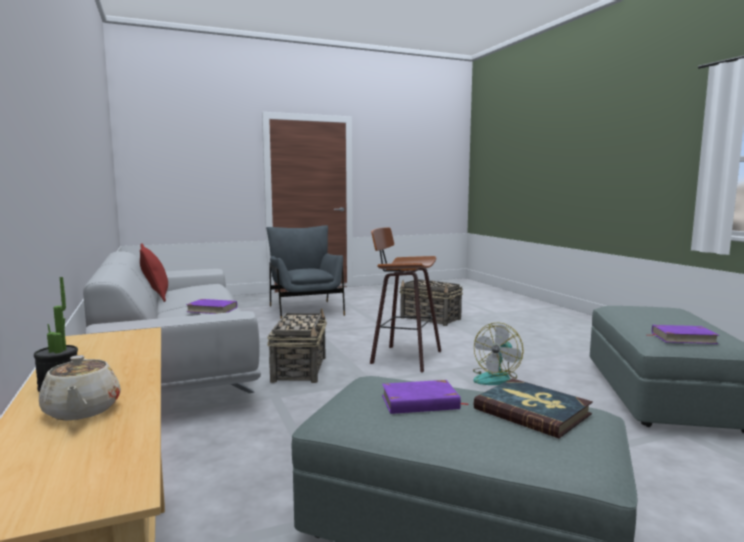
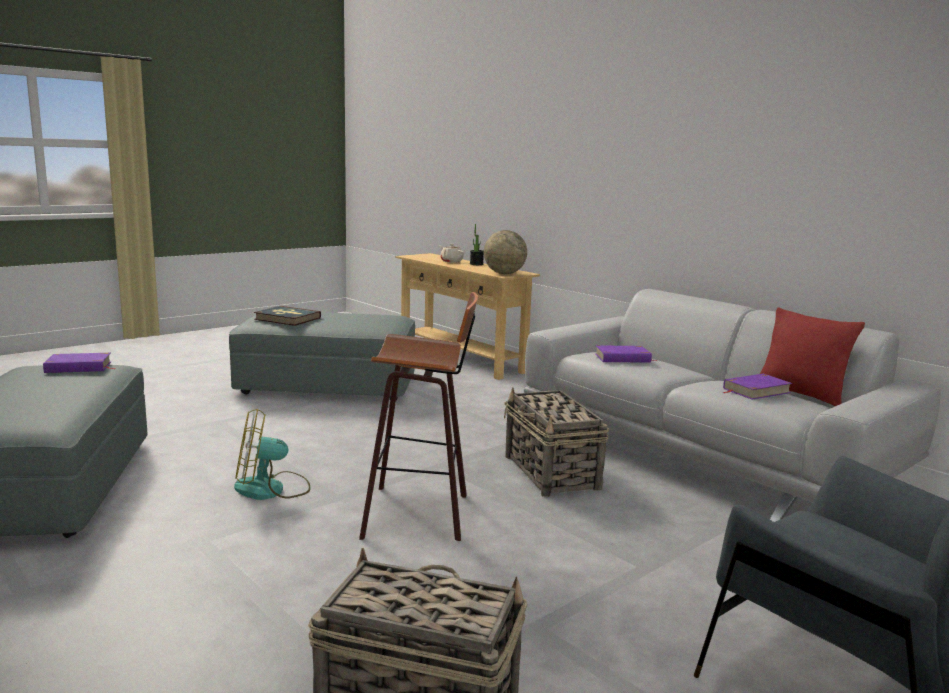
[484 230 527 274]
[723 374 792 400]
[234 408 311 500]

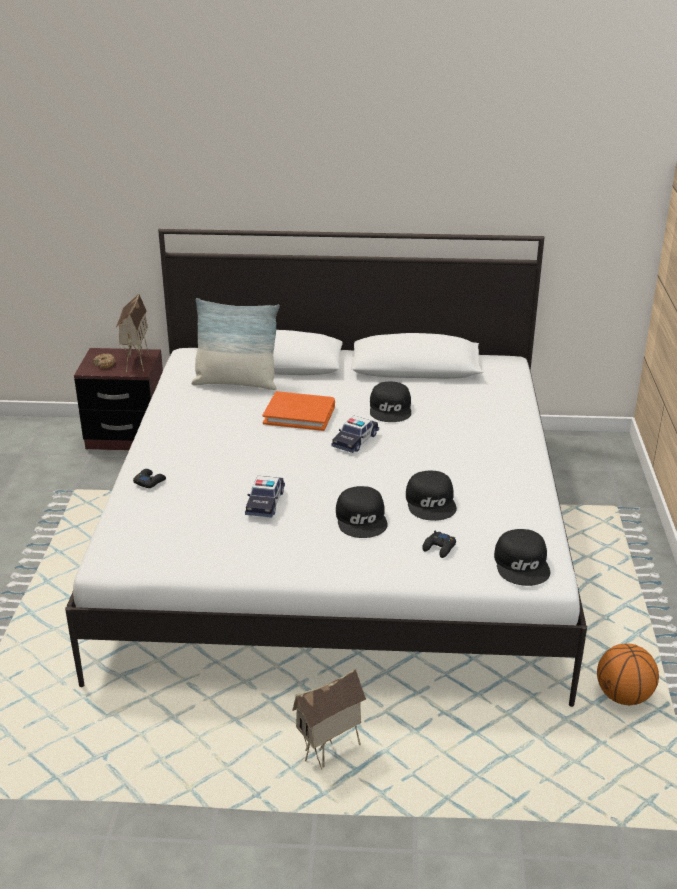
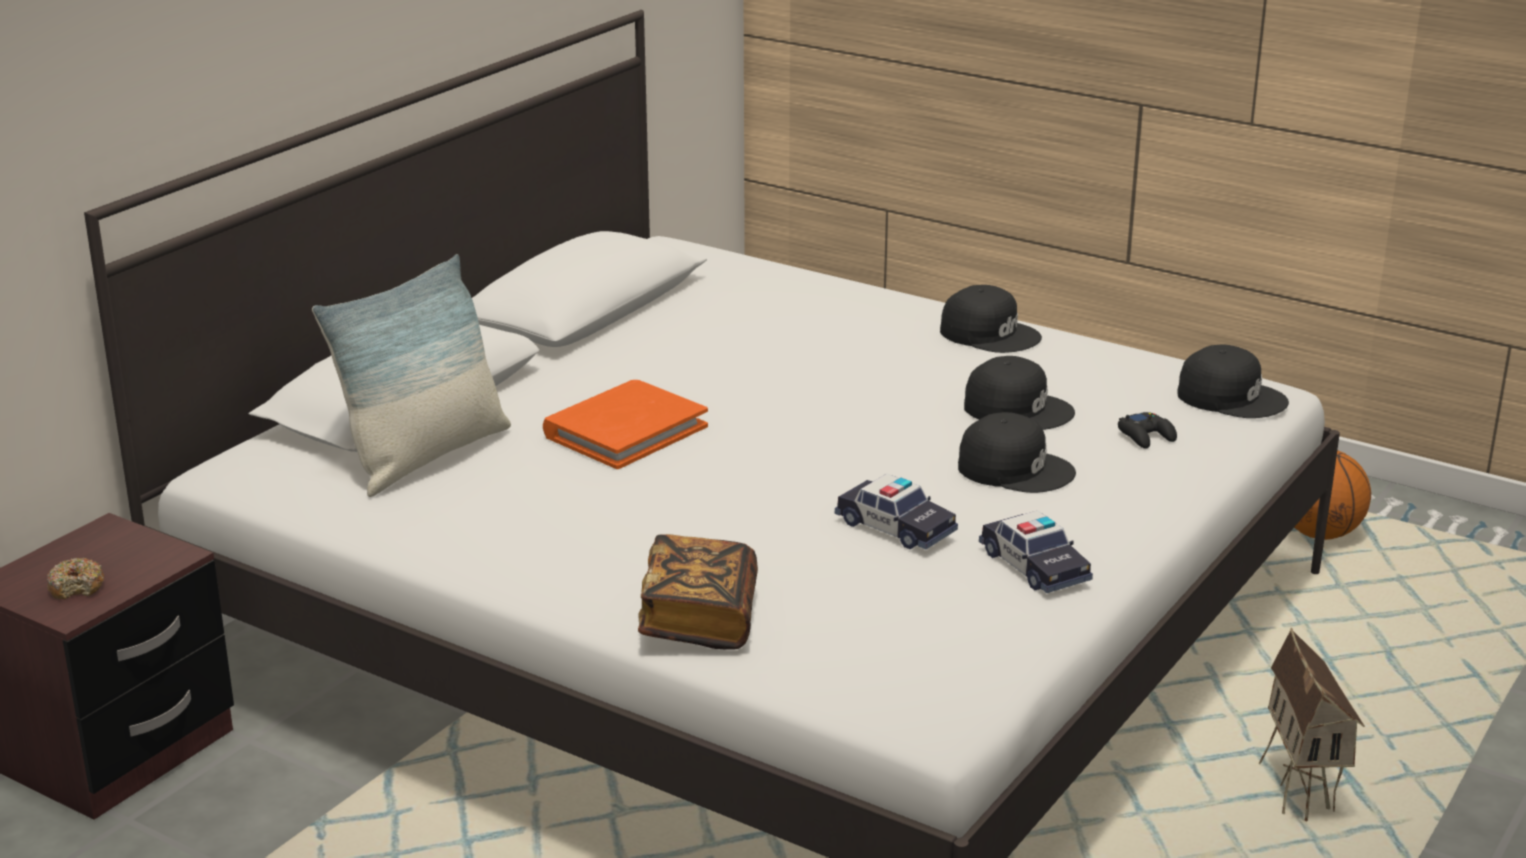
[116 293 150 372] (first image)
[979 510 1093 593]
[940 285 1042 353]
[638 534 758 650]

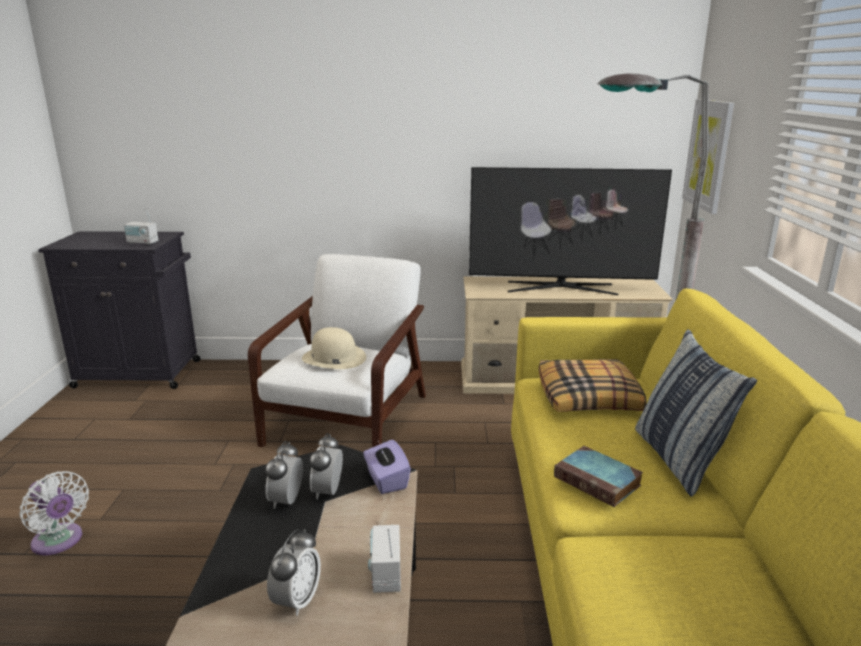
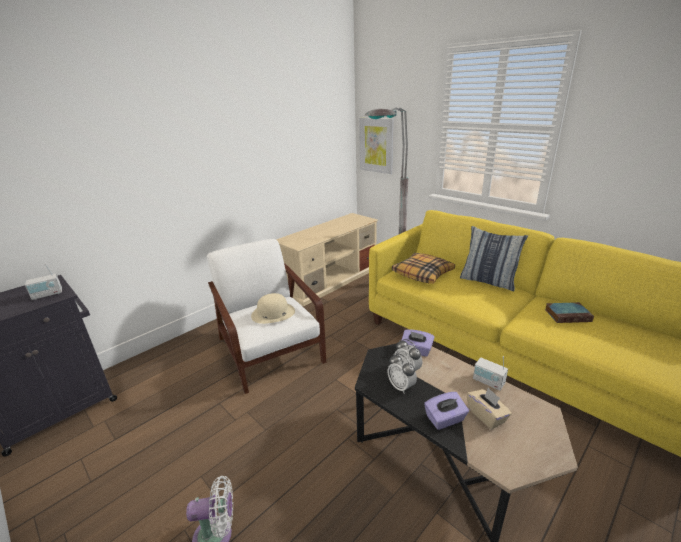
[469 167 672 295] (first image)
[424 392 469 430]
[545 302 594 323]
[467 388 512 429]

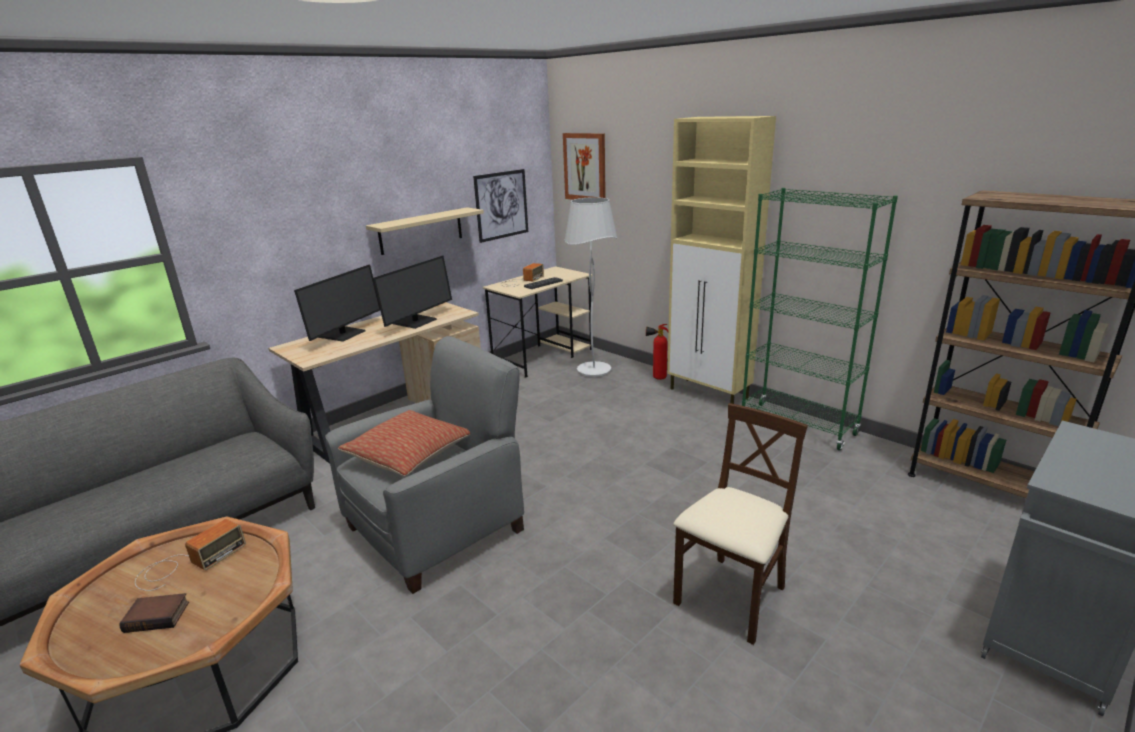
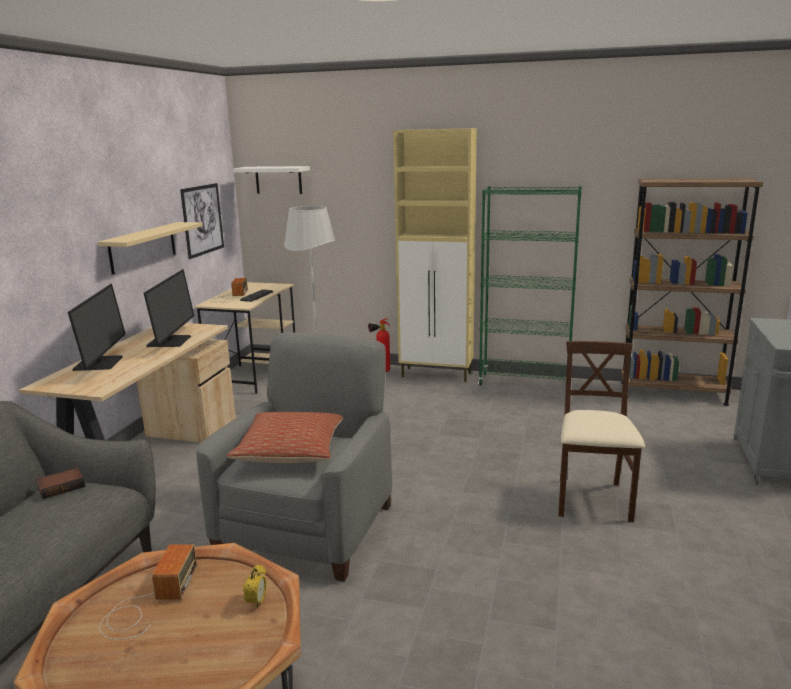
[243 564 266 608]
[36 468 85 499]
[233 166 310 194]

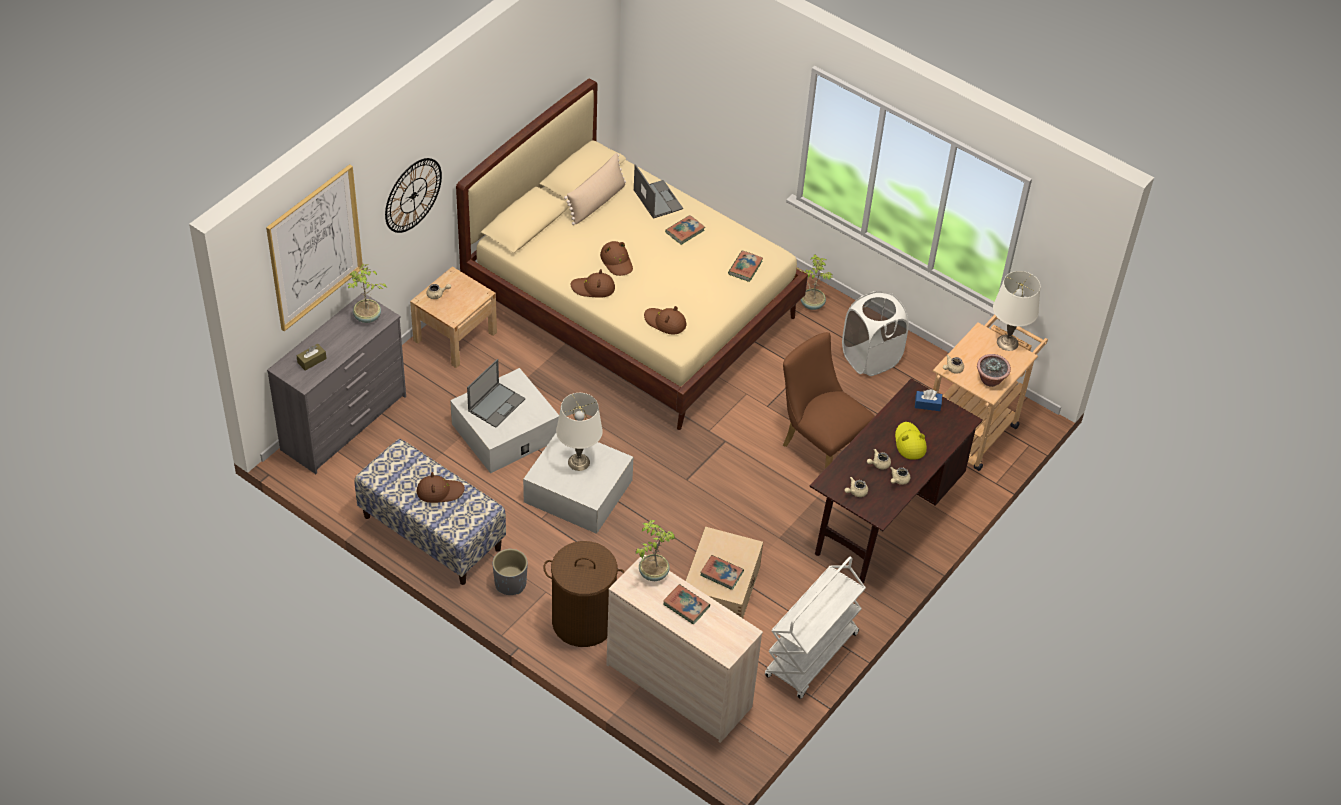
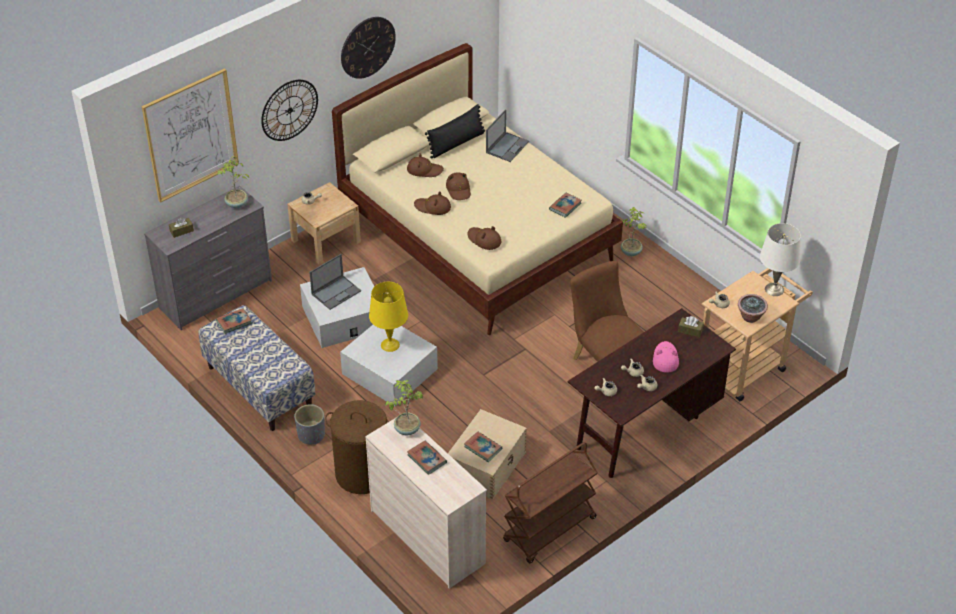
[842 291 909 376] (first image)
[341 17 396 79]
[407 153 444 177]
[216 308 252 334]
[369 282 408 352]
[425 104 485 158]
[503 442 598 564]
[653 341 679 373]
[678 316 704 337]
[486 110 529 162]

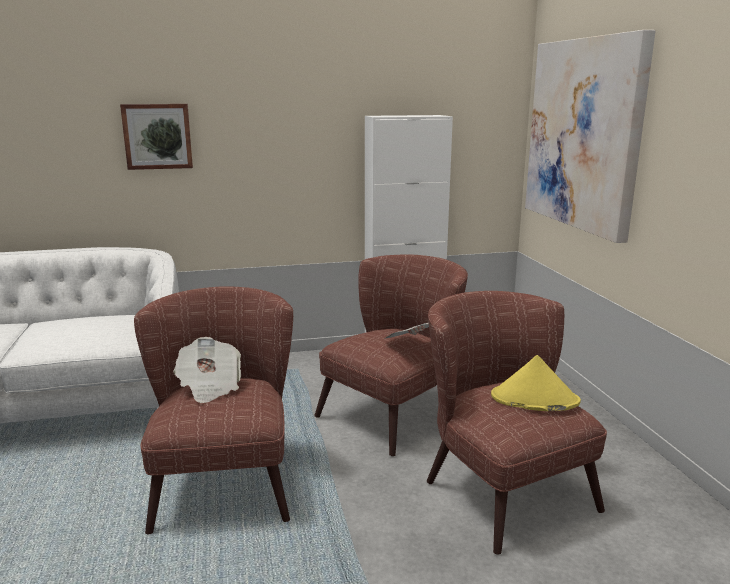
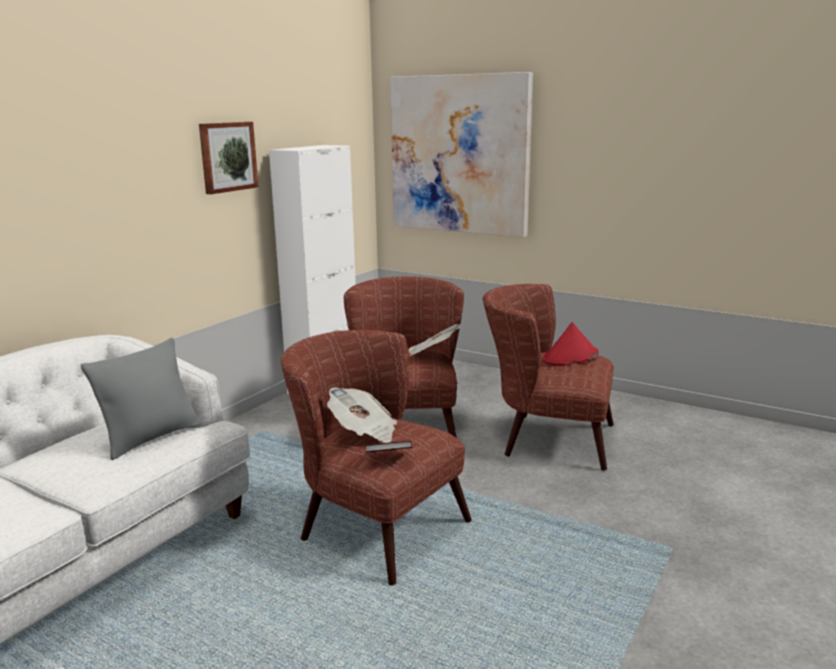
[81 337 201 460]
[366 441 413 452]
[199 122 258 194]
[543 322 599 366]

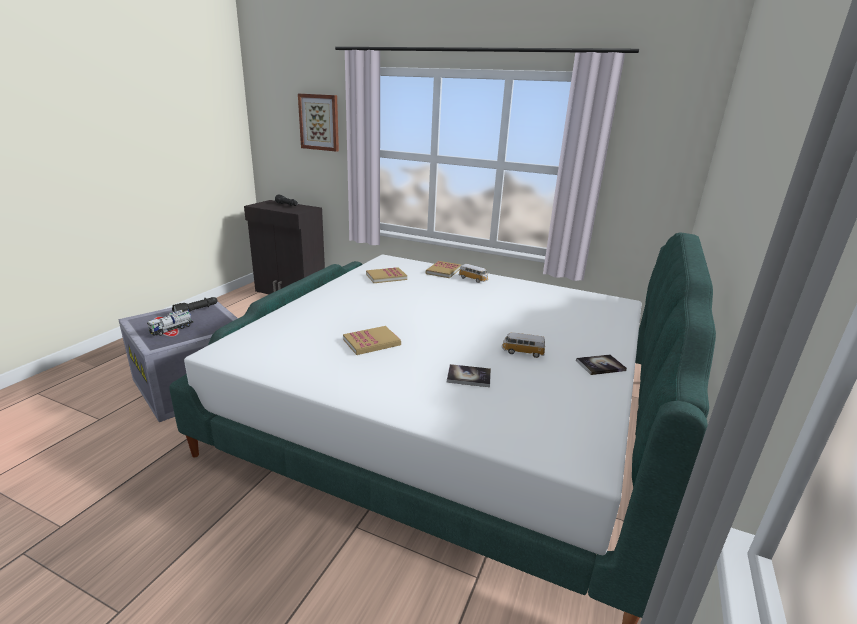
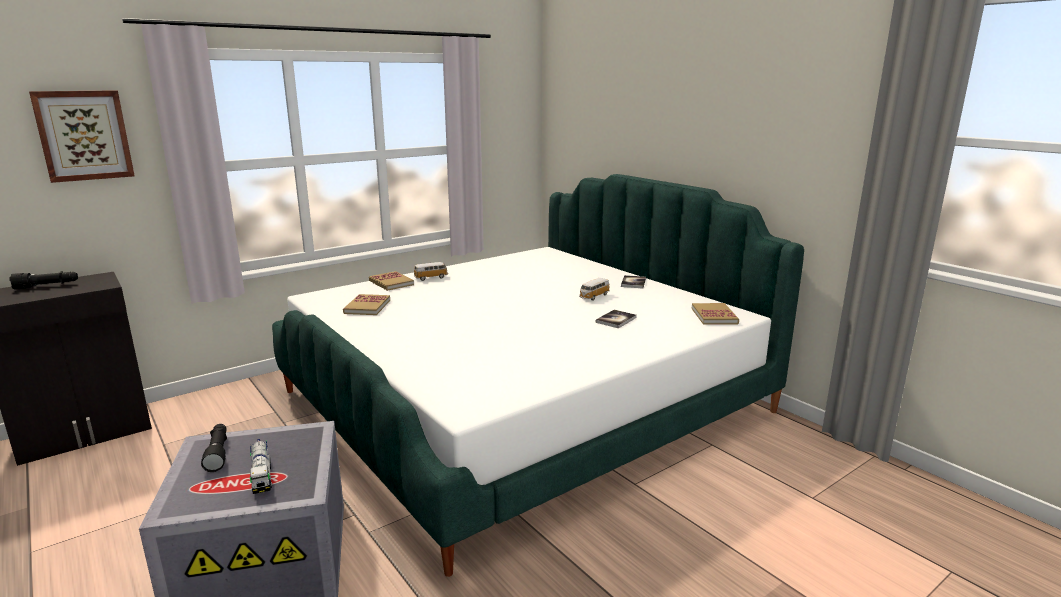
[692 303 739 325]

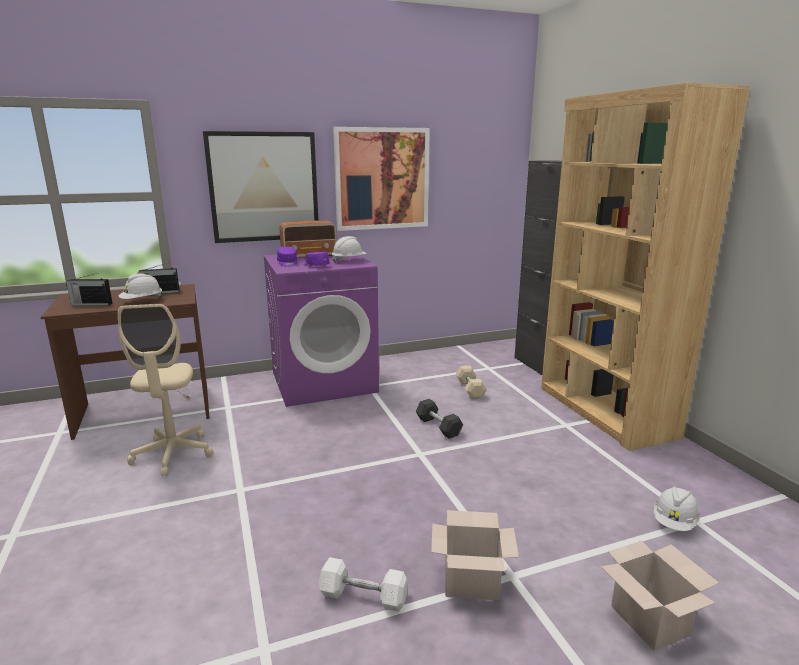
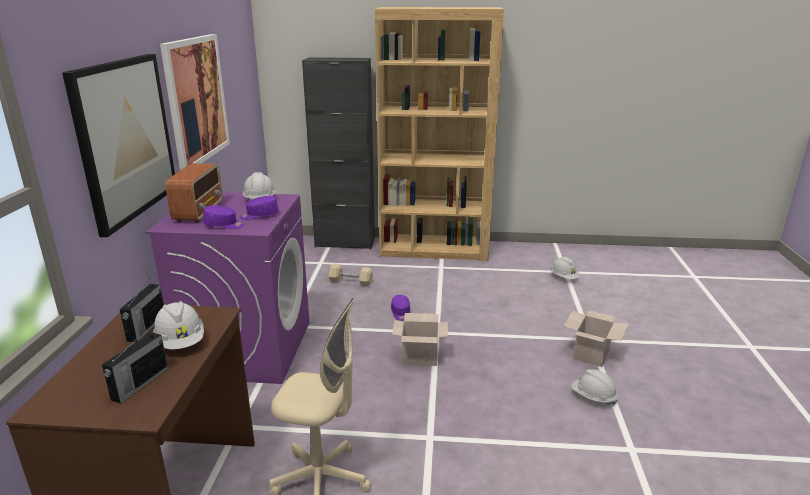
[392 313 448 366]
[572 369 618 406]
[391 295 410 321]

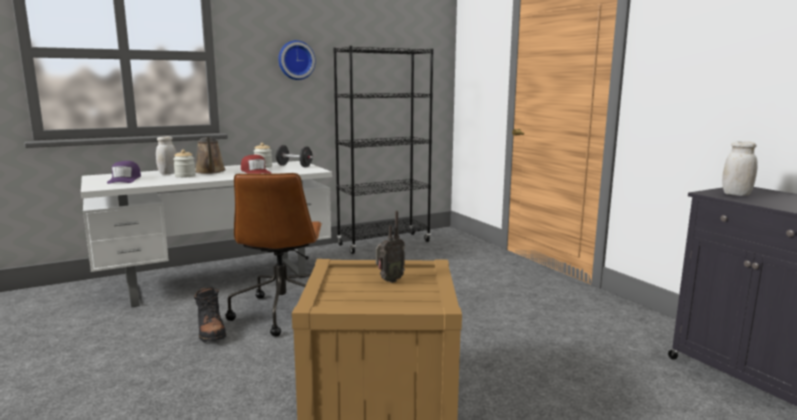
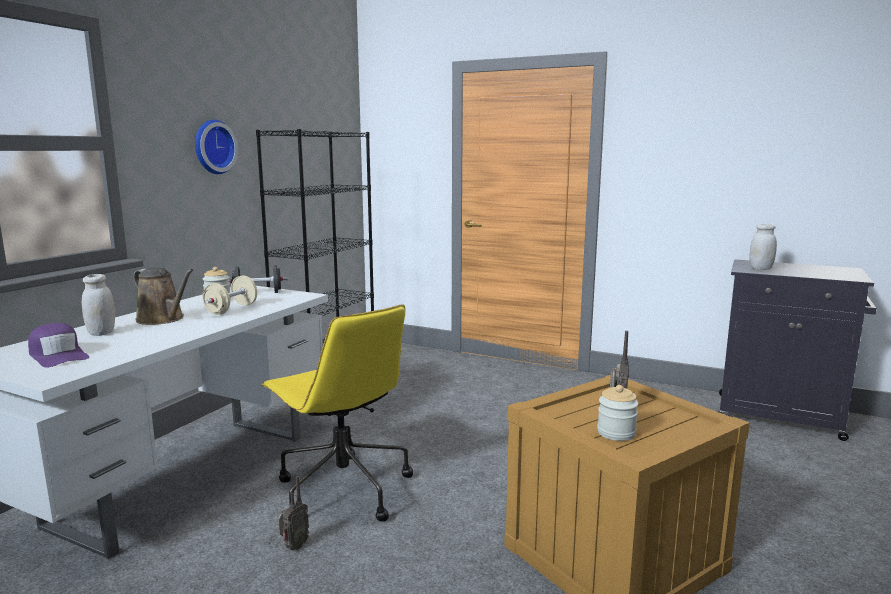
[597 385 639 441]
[278 476 309 550]
[202 275 257 315]
[261 304 413 522]

